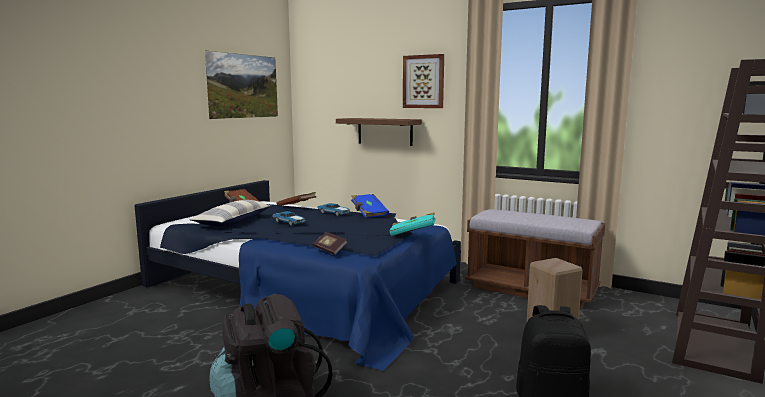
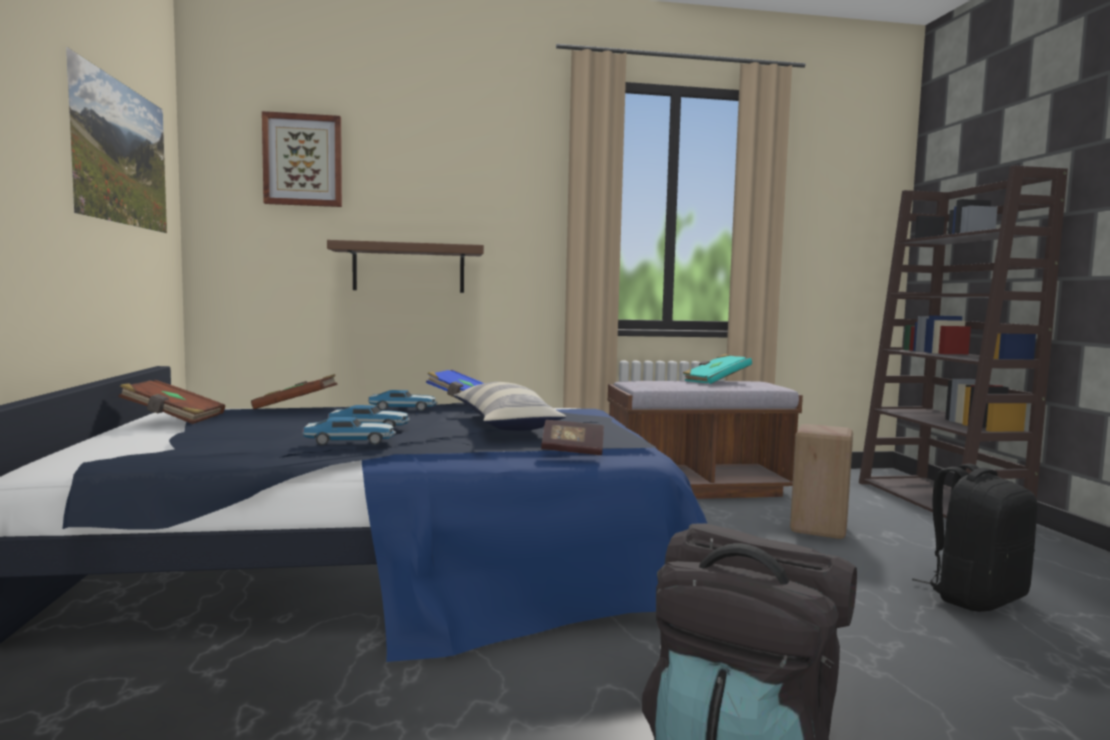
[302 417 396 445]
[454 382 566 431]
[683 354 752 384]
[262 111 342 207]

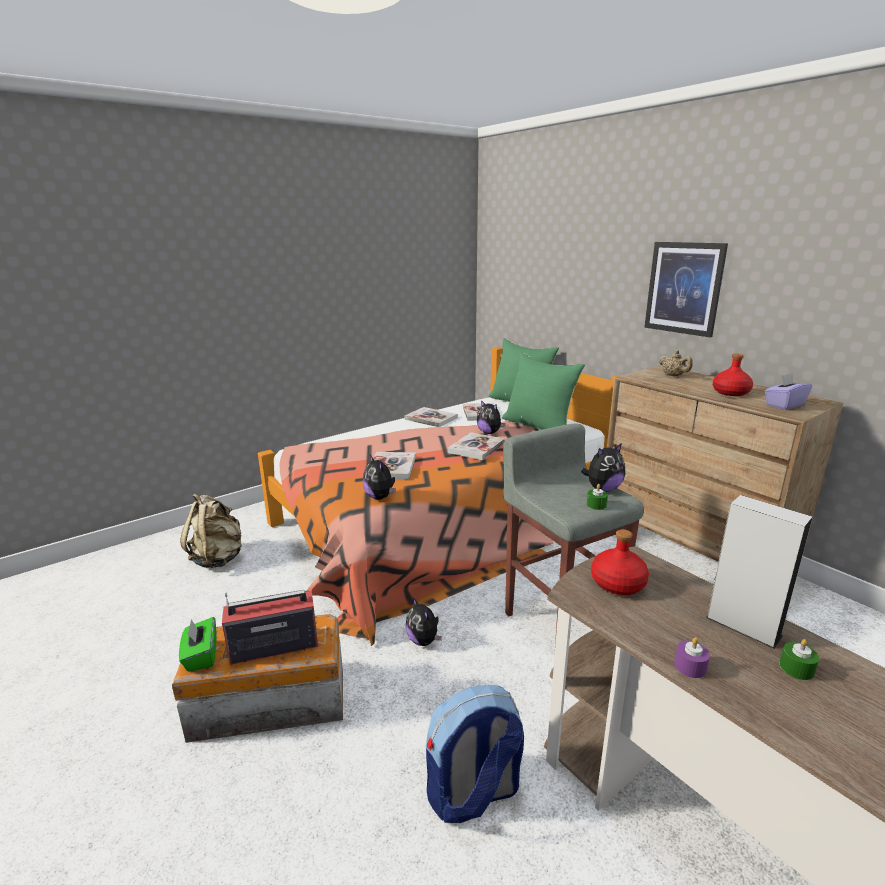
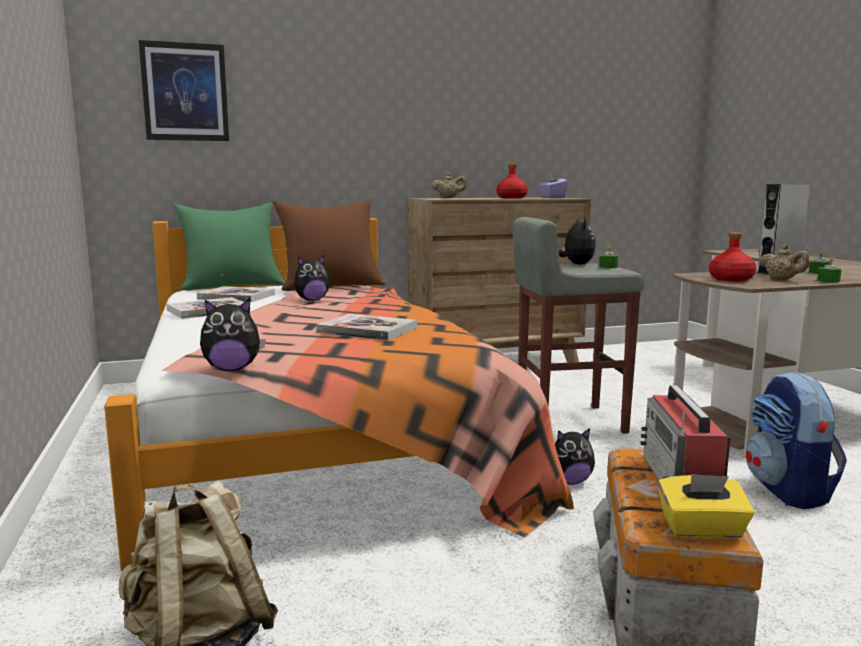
[447 432 504 460] (first image)
[759 245 810 280]
[200 298 266 371]
[139 40 229 141]
[658 474 755 539]
[272 199 386 291]
[817 258 842 283]

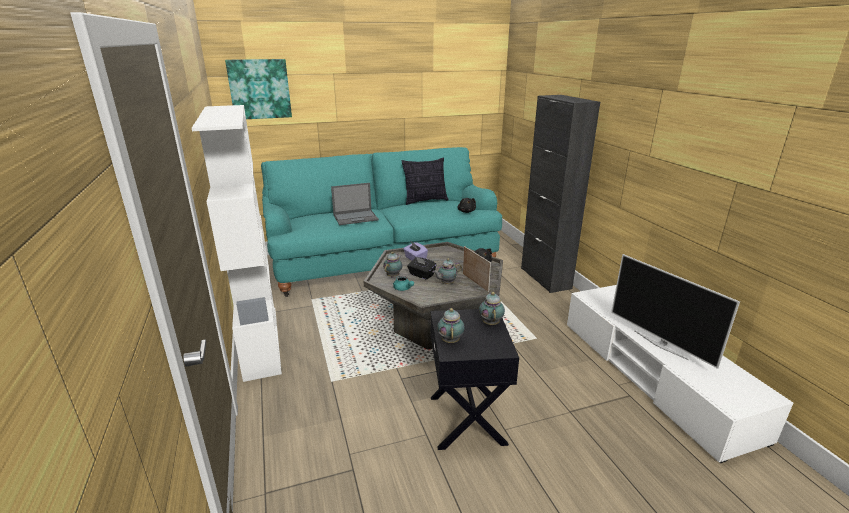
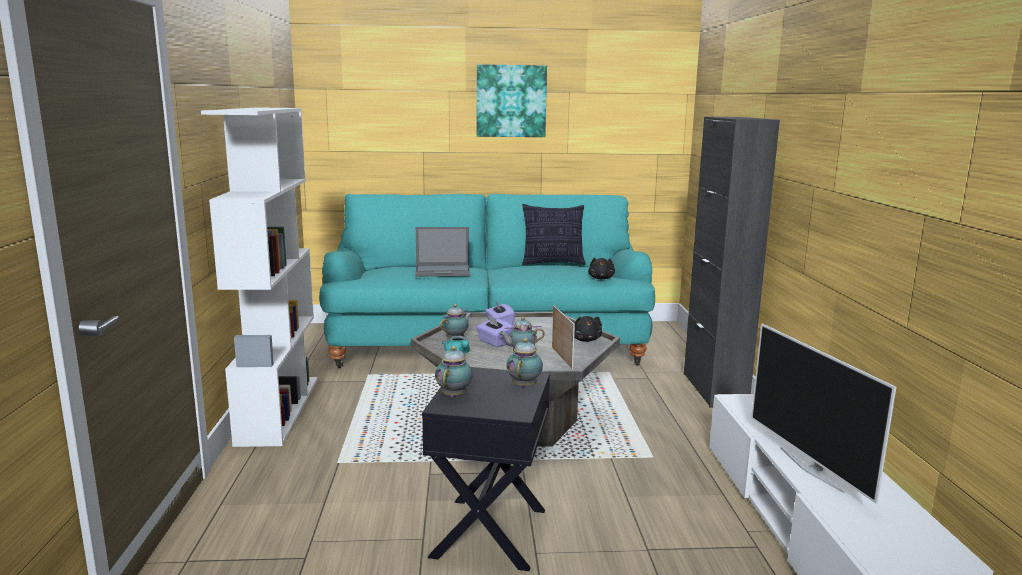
[477 64 547 137]
[476 315 514 347]

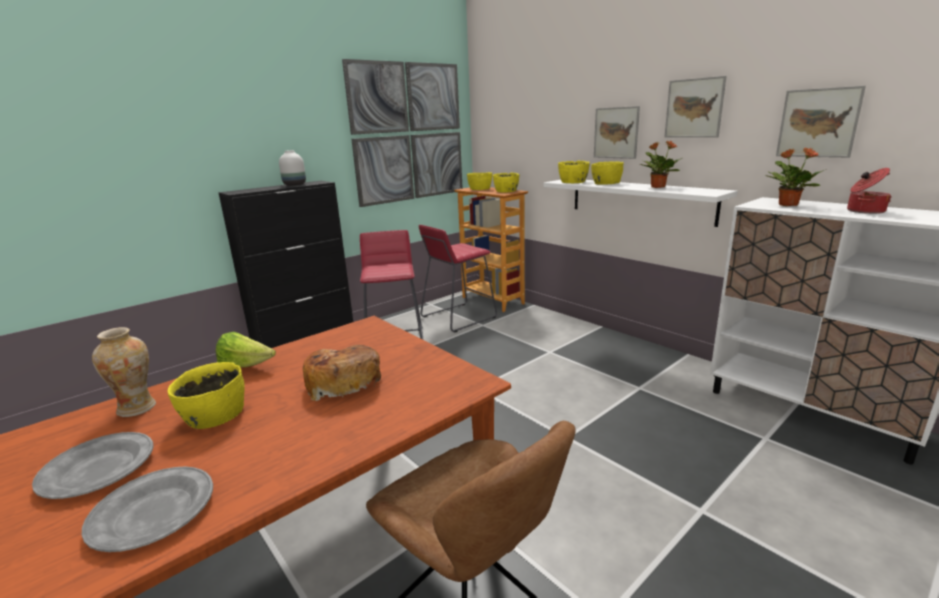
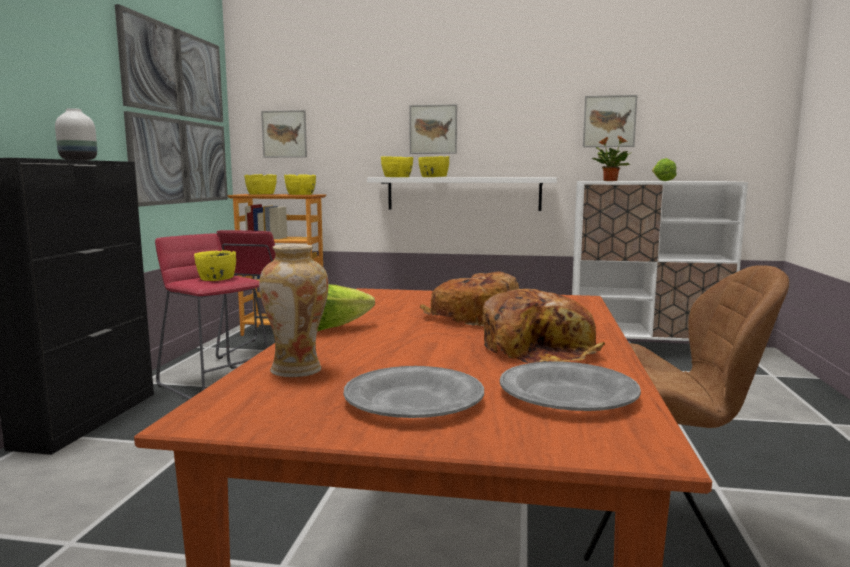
[640 141 682 188] (first image)
[483 289 605 363]
[194 250 236 281]
[261 110 307 158]
[652 158 676 181]

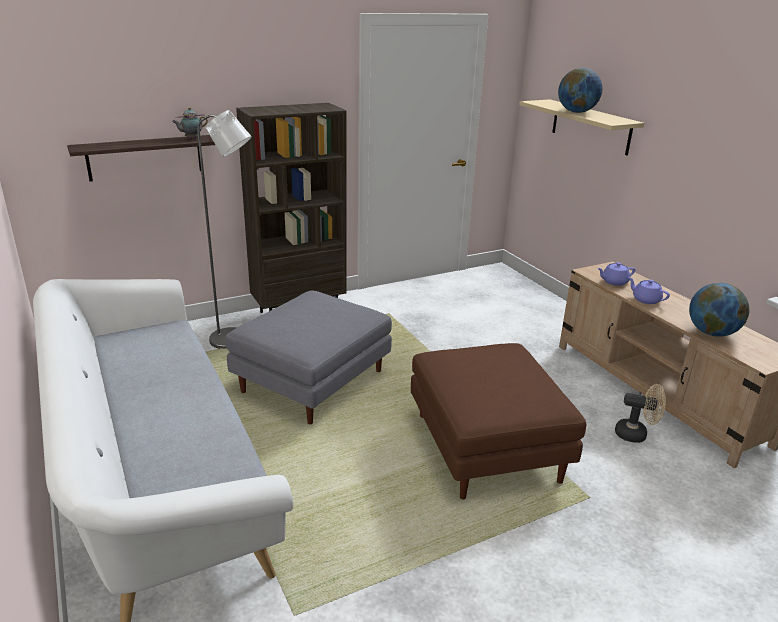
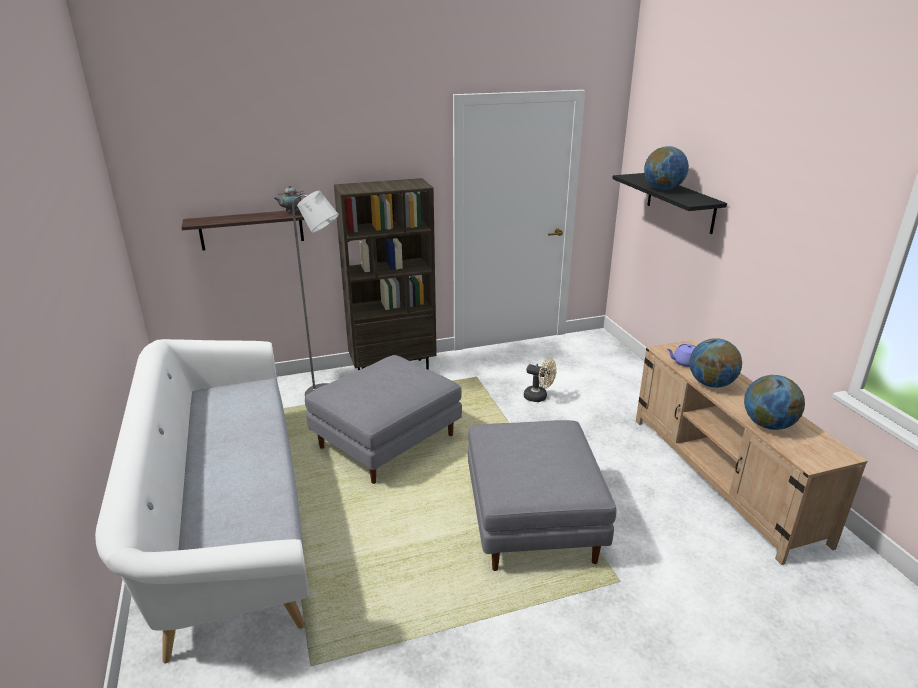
[524 358 557 402]
[689 338 742 388]
[468 420 616 571]
[612 173 727 234]

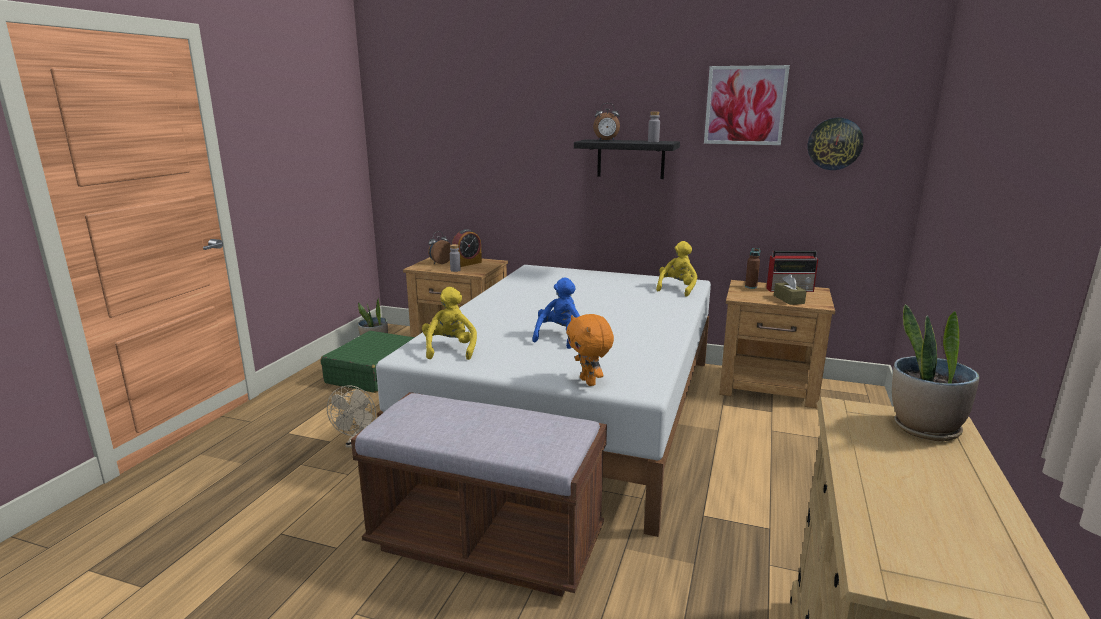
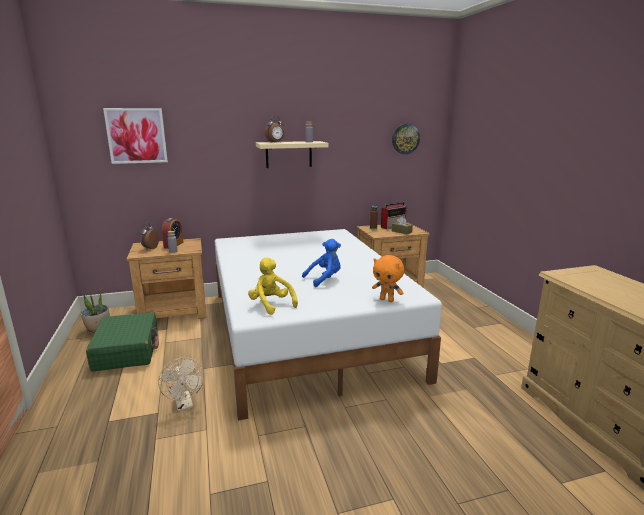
[351 392 607 597] (first image)
[656 241 697 297] (first image)
[892 304 979 441] (first image)
[103 108 168 164]
[256 141 329 168]
[302 239 341 287]

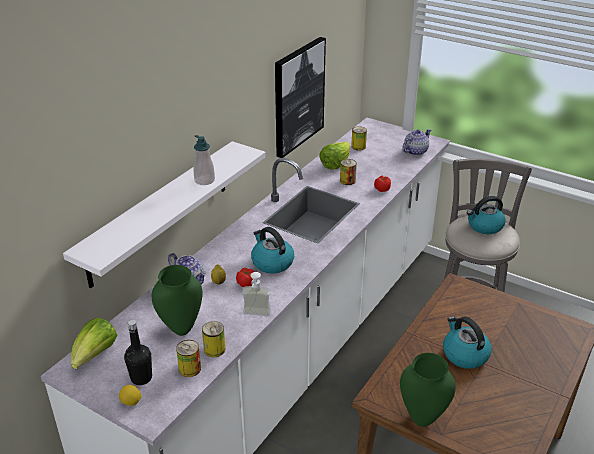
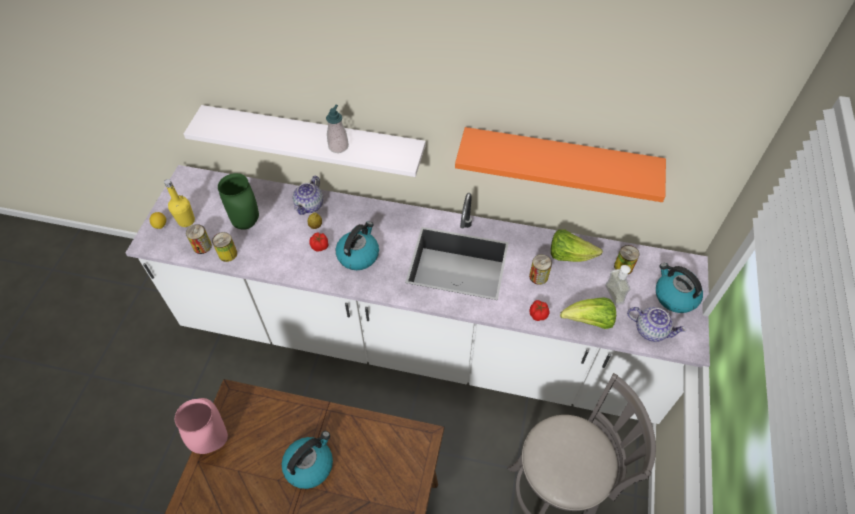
[560 297 616 329]
[605 265 631 305]
[656 263 703 313]
[455 127 666 202]
[164 179 195 227]
[175 398 228 454]

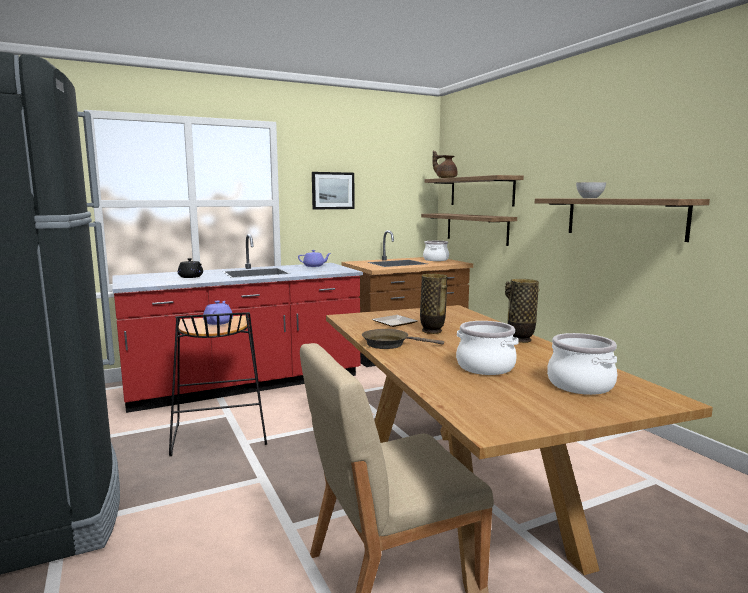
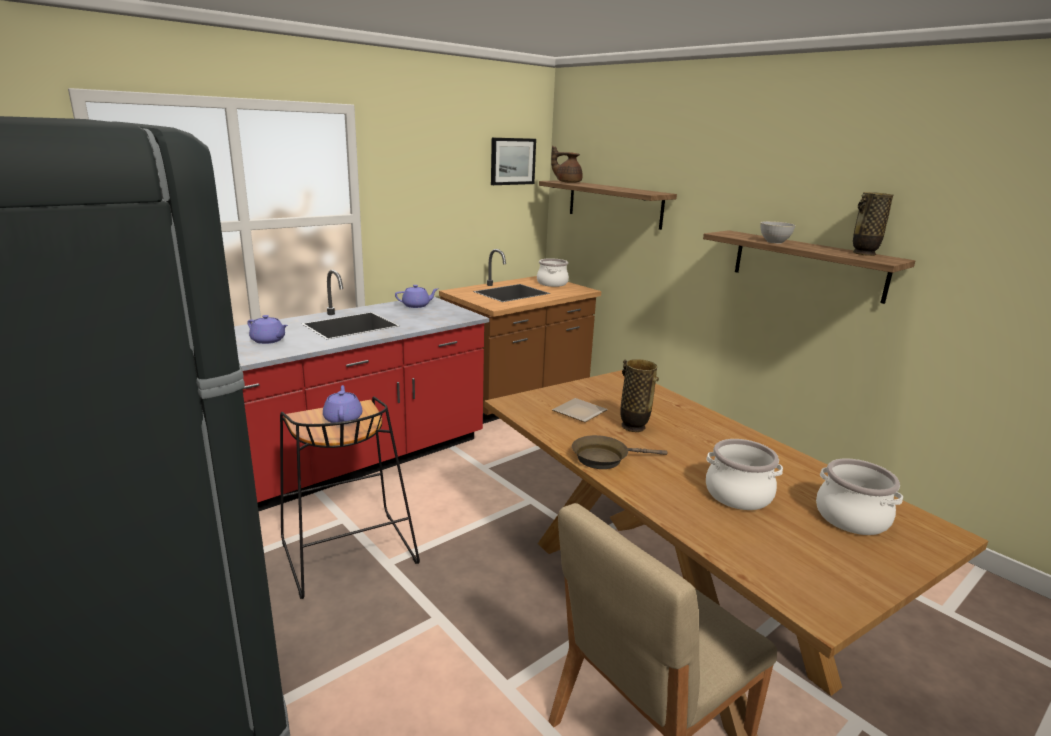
[421 213 517 246] (first image)
[491 138 536 185]
[853 192 893 256]
[247 315 288 344]

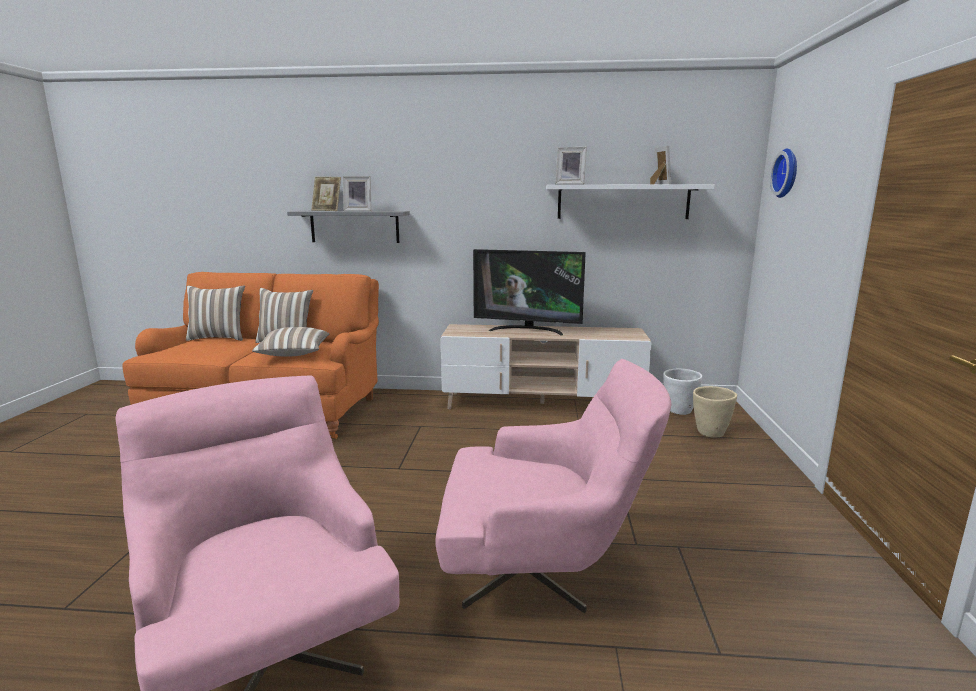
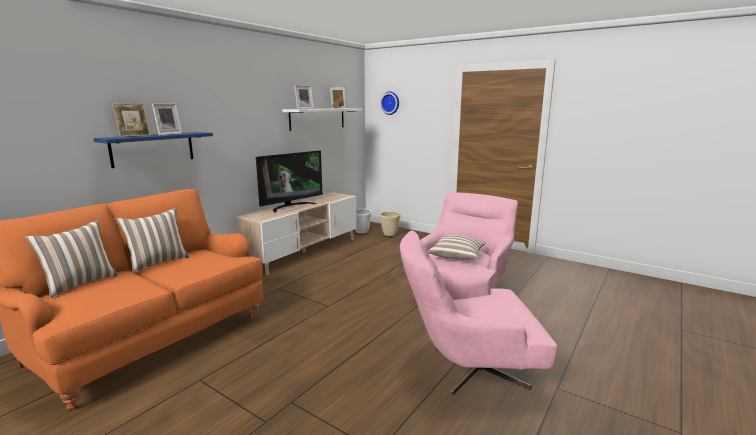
[428 235 486 260]
[94 132 213 168]

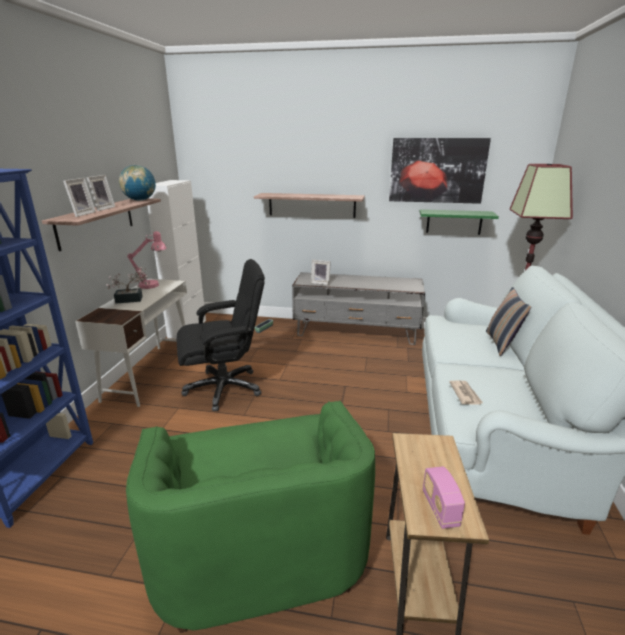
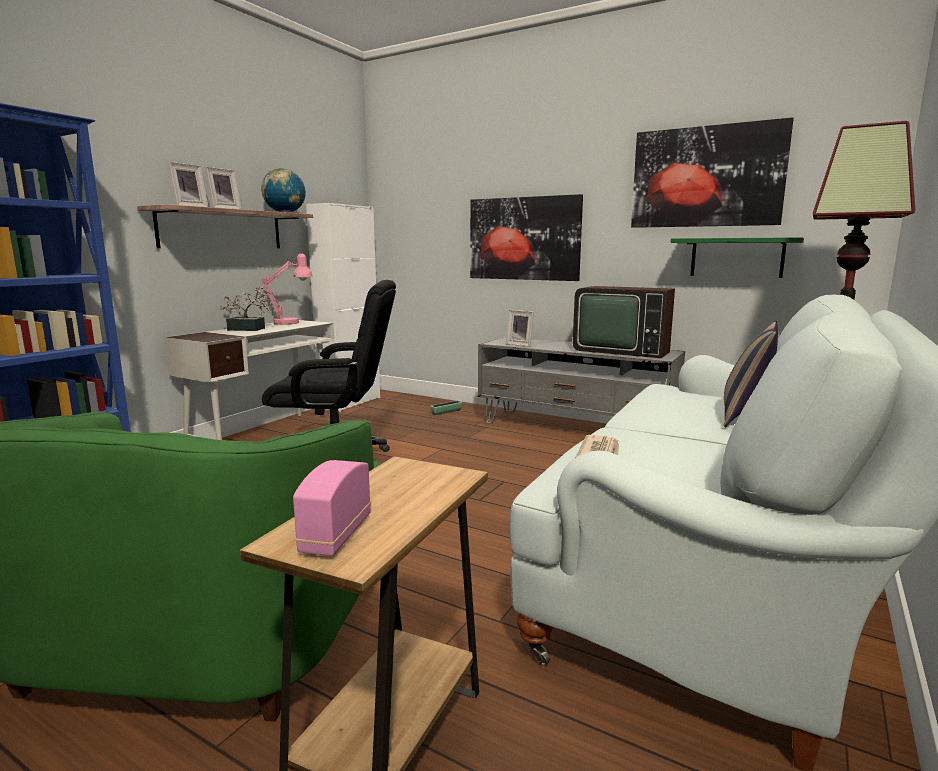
[573 286 675 358]
[470 194 583 281]

